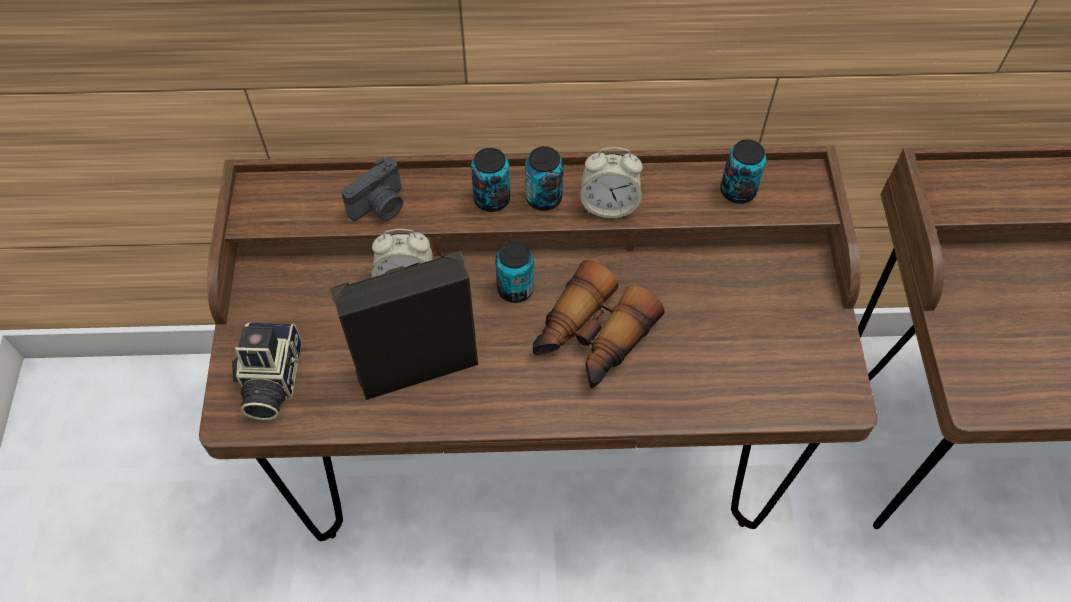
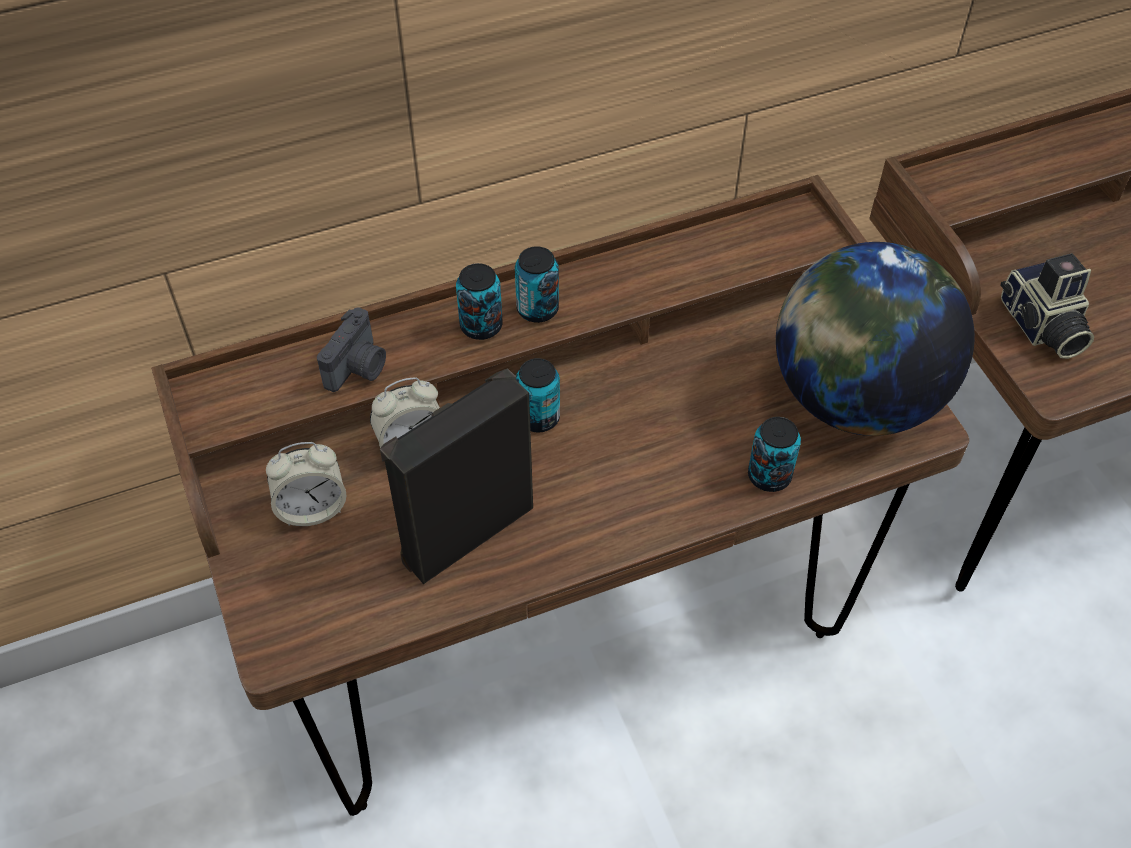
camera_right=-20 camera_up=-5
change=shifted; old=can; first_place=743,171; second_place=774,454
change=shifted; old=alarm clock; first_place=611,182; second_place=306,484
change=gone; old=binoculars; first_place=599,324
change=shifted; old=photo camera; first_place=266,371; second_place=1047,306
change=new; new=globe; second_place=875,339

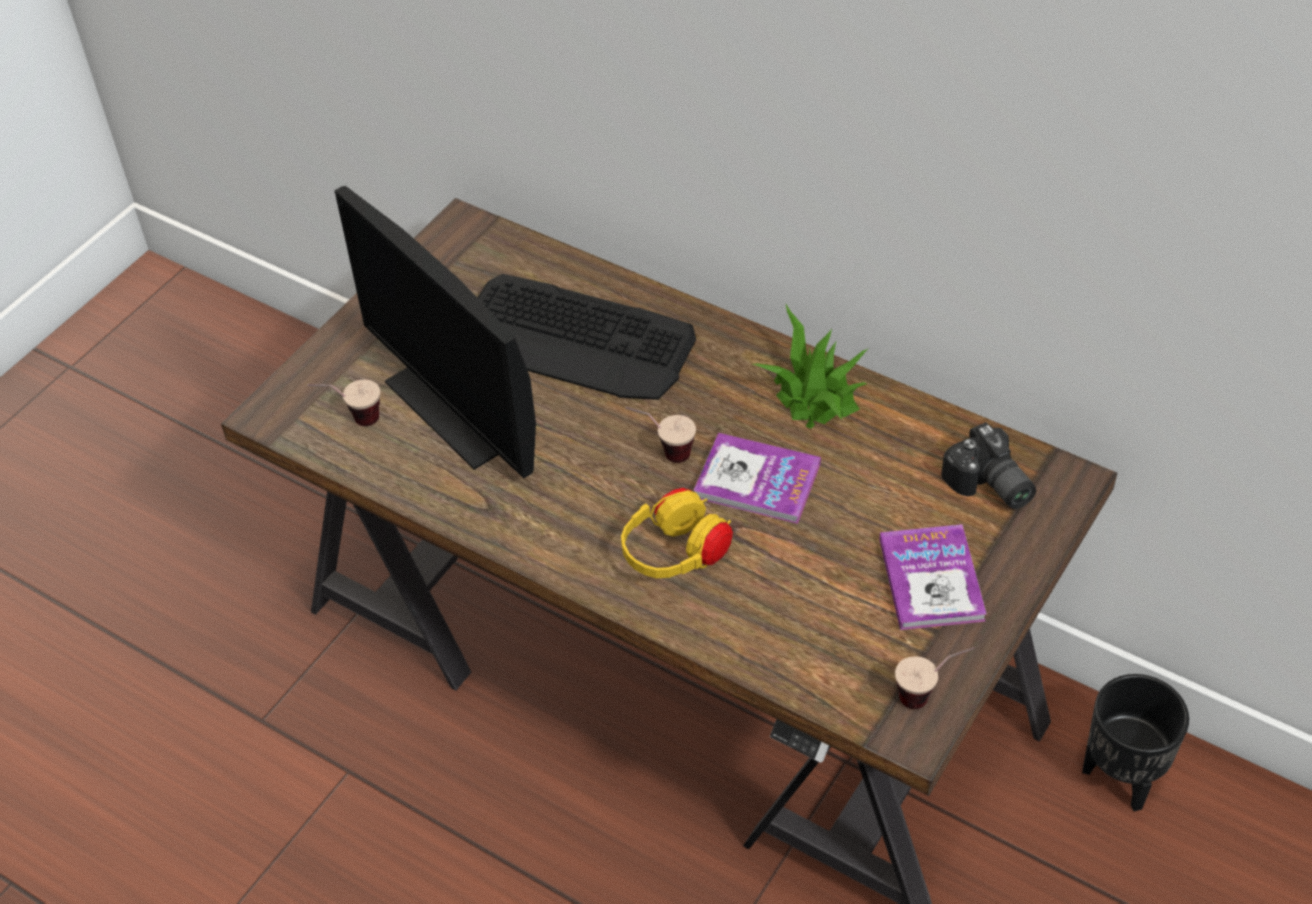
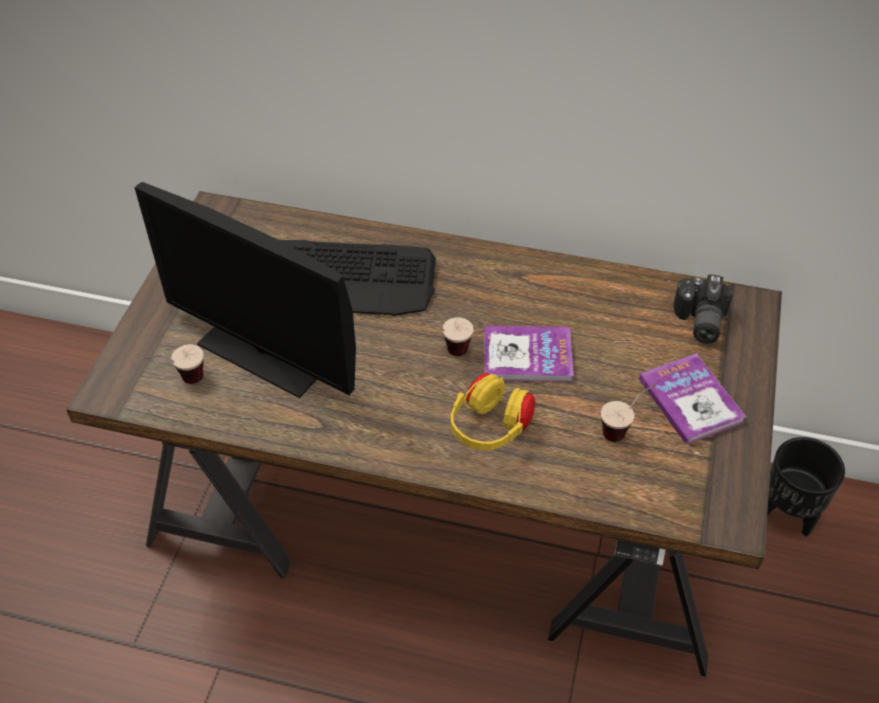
camera_right=-20 camera_up=0
change=gone; old=potted plant; first_place=810,366
change=rotated; old=photo camera; first_place=988,465; second_place=703,309; degrees=60
change=shifted; old=cup; first_place=935,678; second_place=629,412

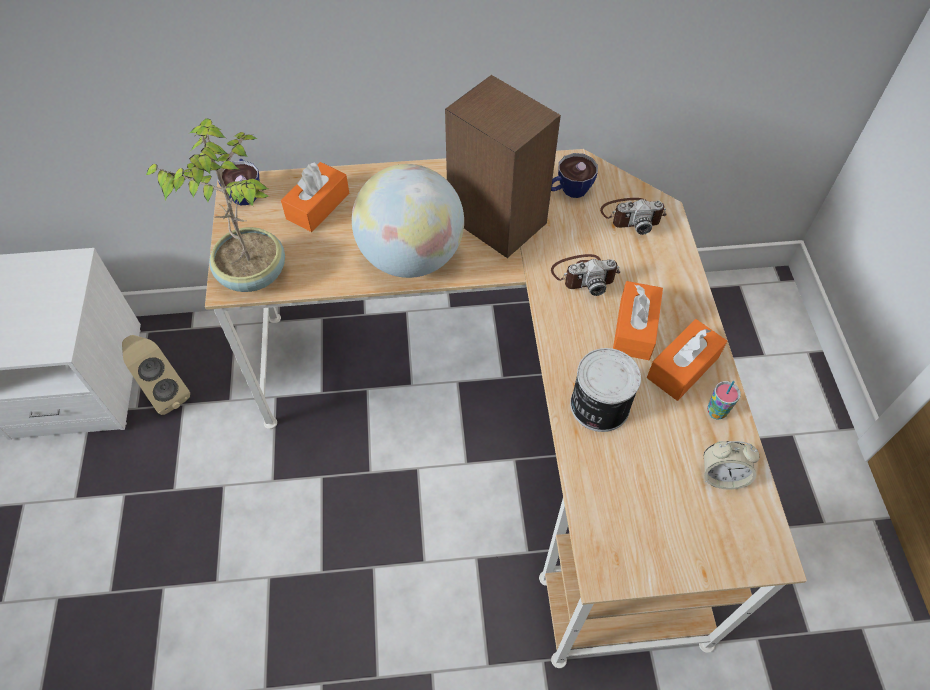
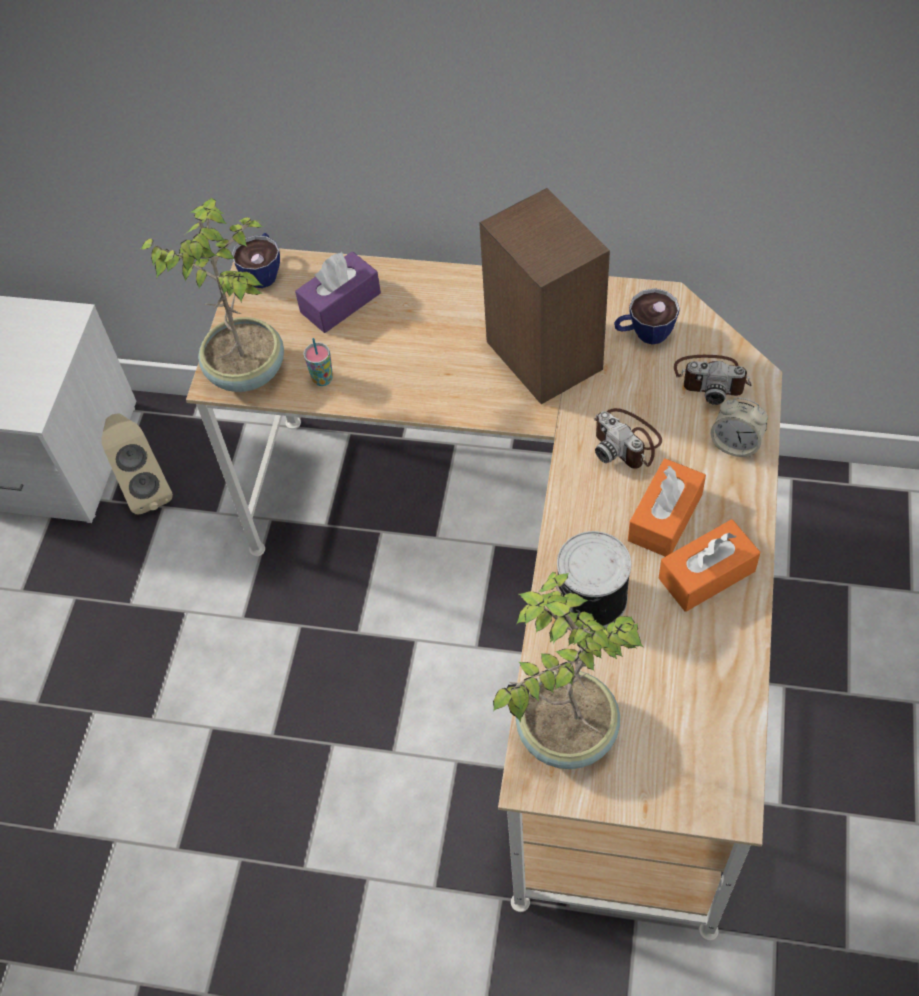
camera_right=20 camera_up=0
change=repainted; old=orange tissue box; new=purple tissue box; first_place=315,197; second_place=338,292
change=gone; old=globe; first_place=408,221
change=rotated; old=photo camera; first_place=585,275; second_place=627,438; degrees=45
change=shifted; old=cup; first_place=724,400; second_place=318,362
change=shifted; old=alarm clock; first_place=732,465; second_place=739,427
change=new; new=potted plant; second_place=568,670

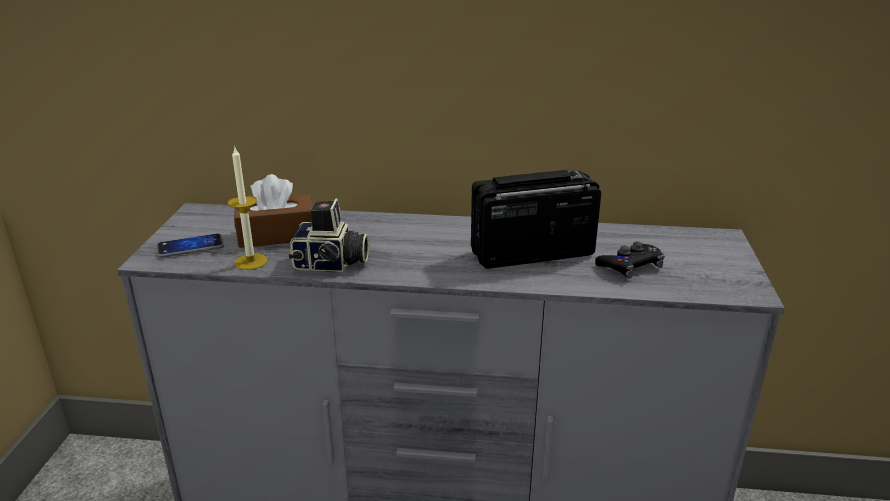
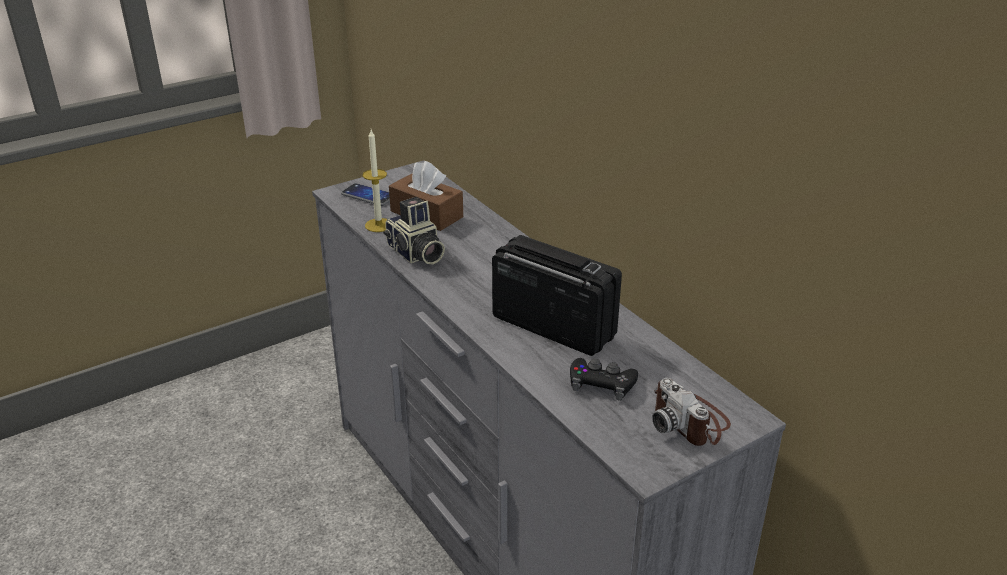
camera_right=50 camera_up=5
change=new; new=photo camera; second_place=691,412

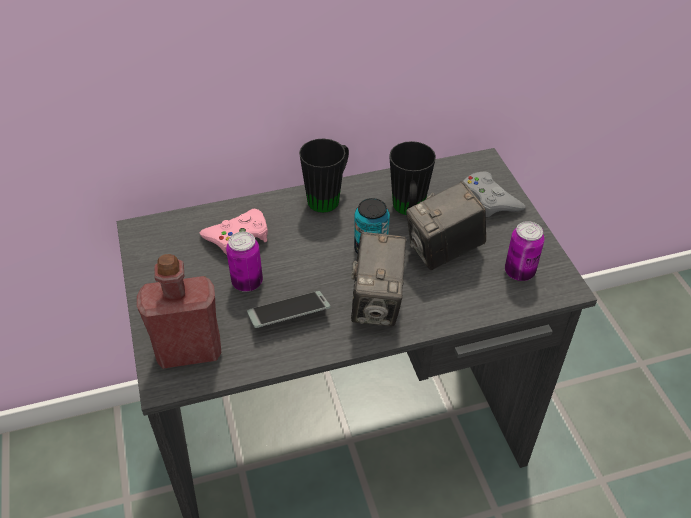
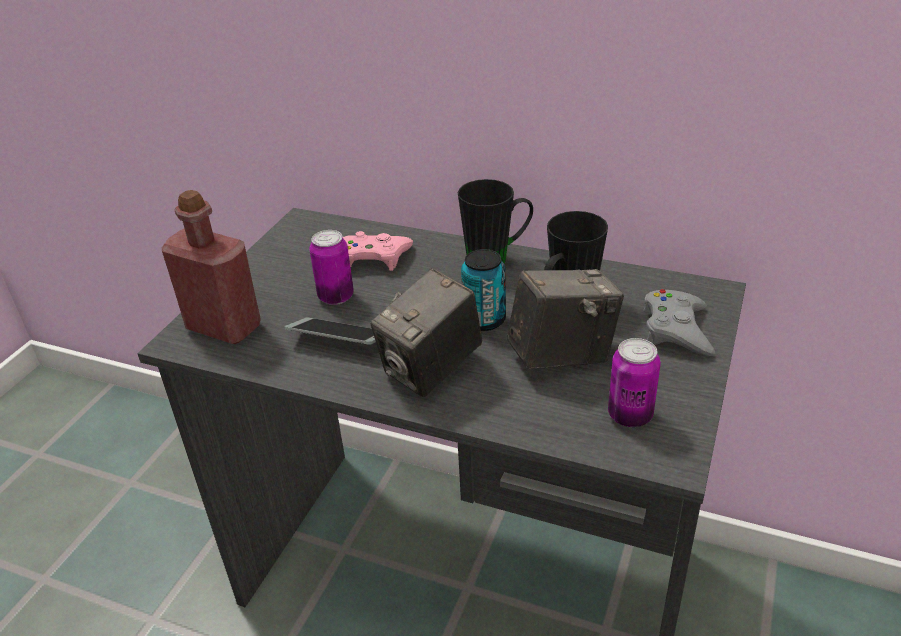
camera_right=40 camera_up=-10
change=rotated; old=photo camera; first_place=446,225; second_place=565,319; degrees=150

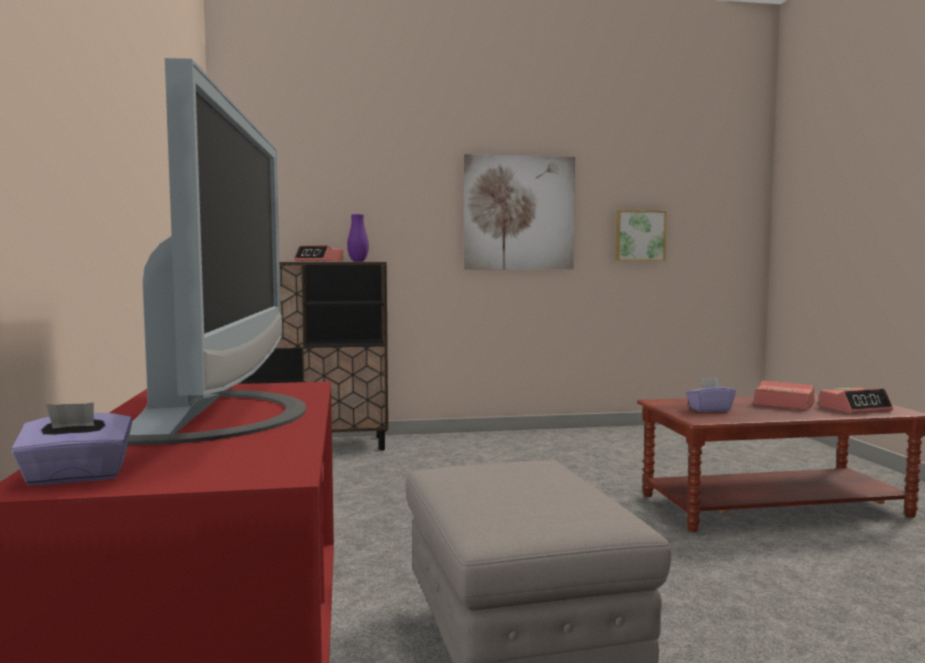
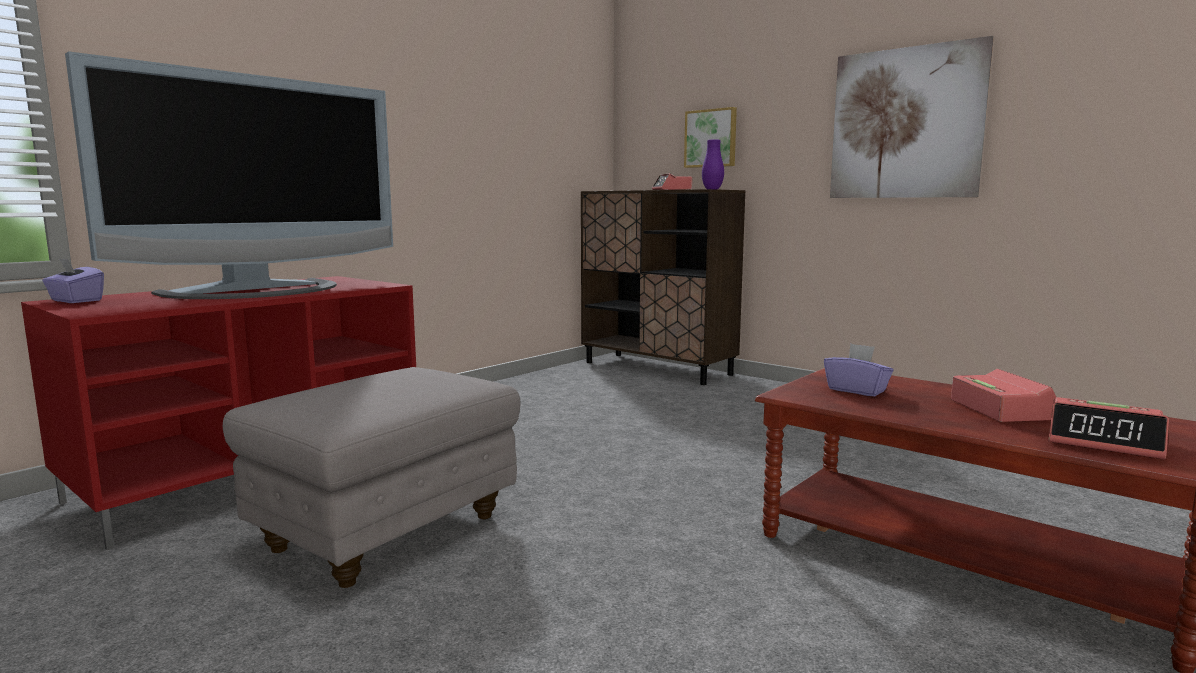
camera_right=50 camera_up=5
change=shifted; old=picture; first_place=641,235; second_place=710,137

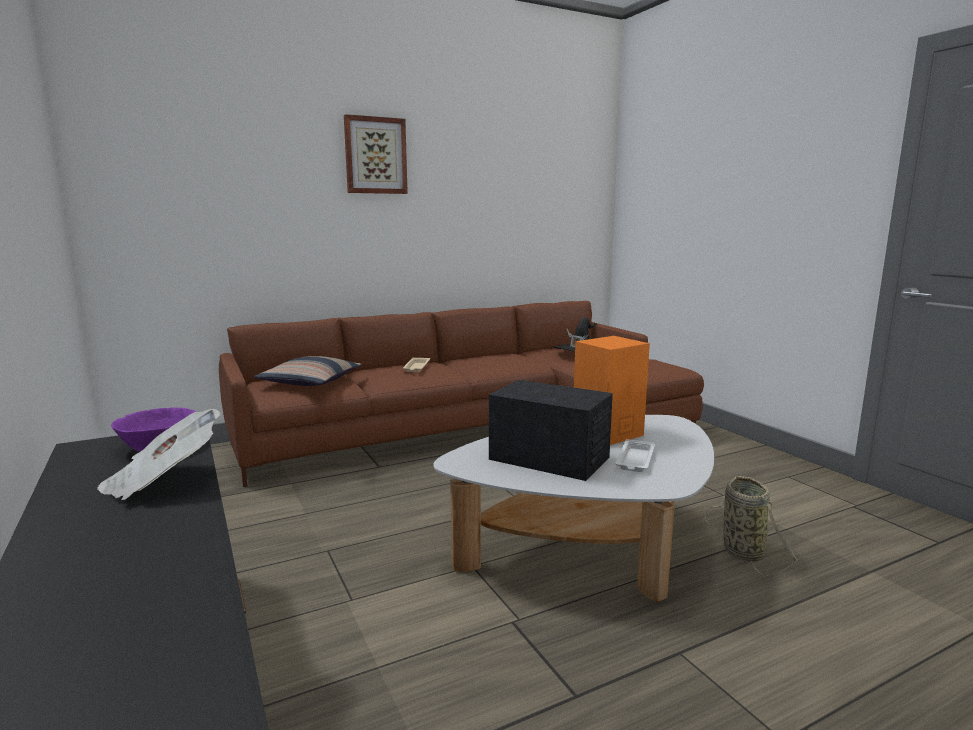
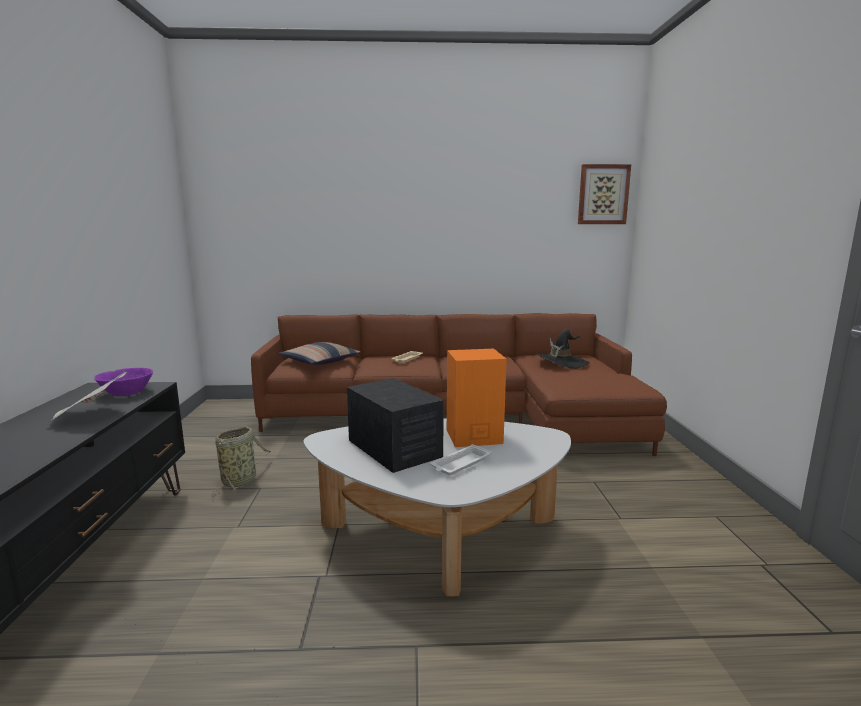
camera_right=25 camera_up=0
change=shifted; old=picture; first_place=376,154; second_place=604,194
change=shifted; old=basket; first_place=751,526; second_place=241,461

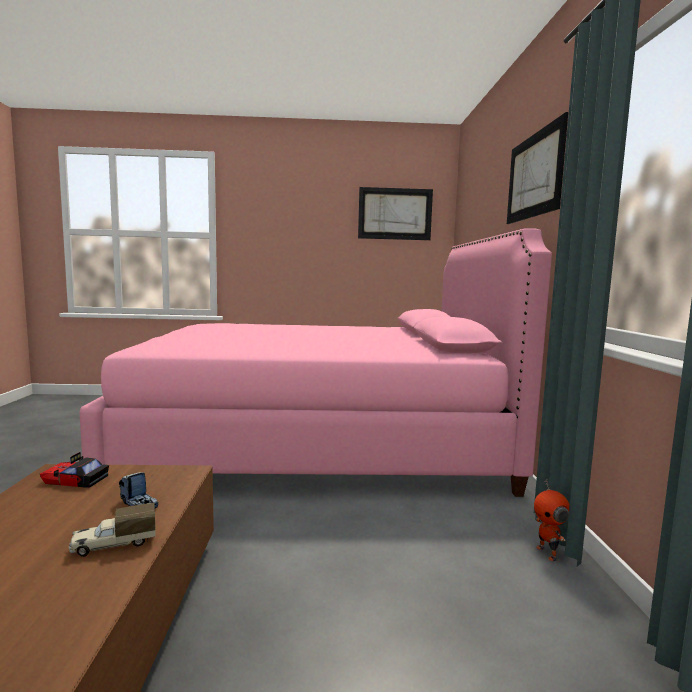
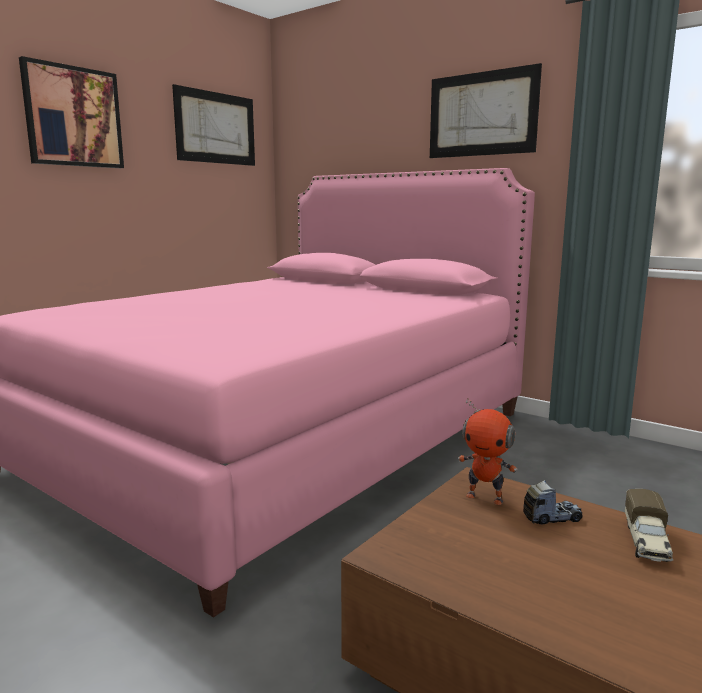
camera_right=-50 camera_up=5
change=gone; old=toy car; first_place=74,470
change=shifted; old=toy robot; first_place=551,520; second_place=487,451
change=new; new=picture; second_place=71,112

